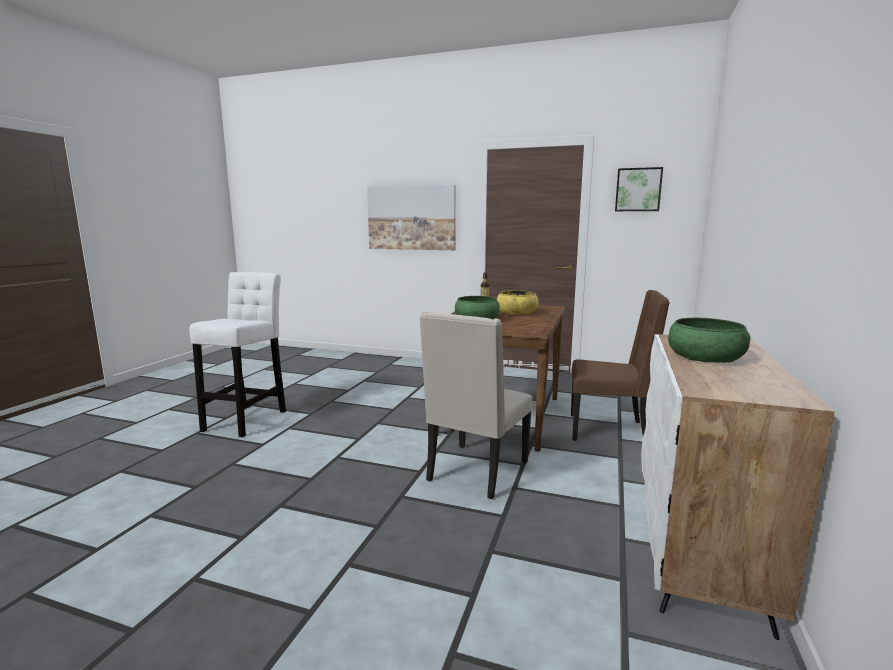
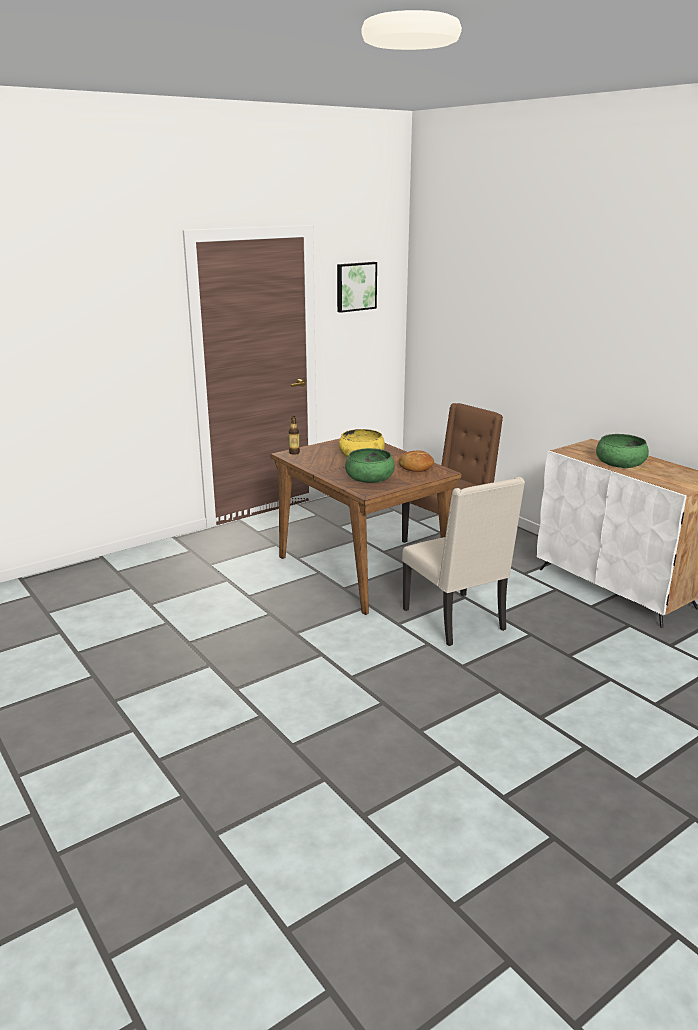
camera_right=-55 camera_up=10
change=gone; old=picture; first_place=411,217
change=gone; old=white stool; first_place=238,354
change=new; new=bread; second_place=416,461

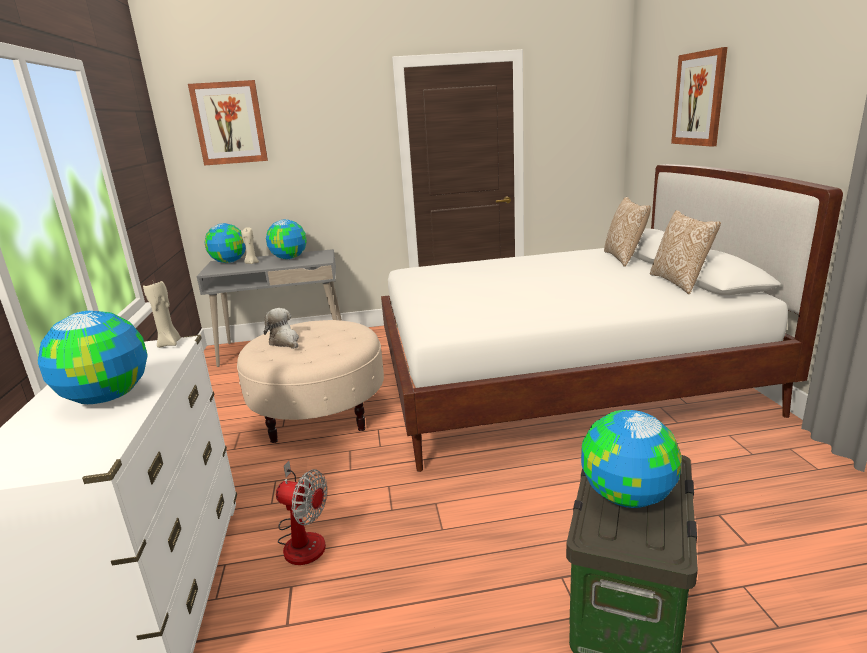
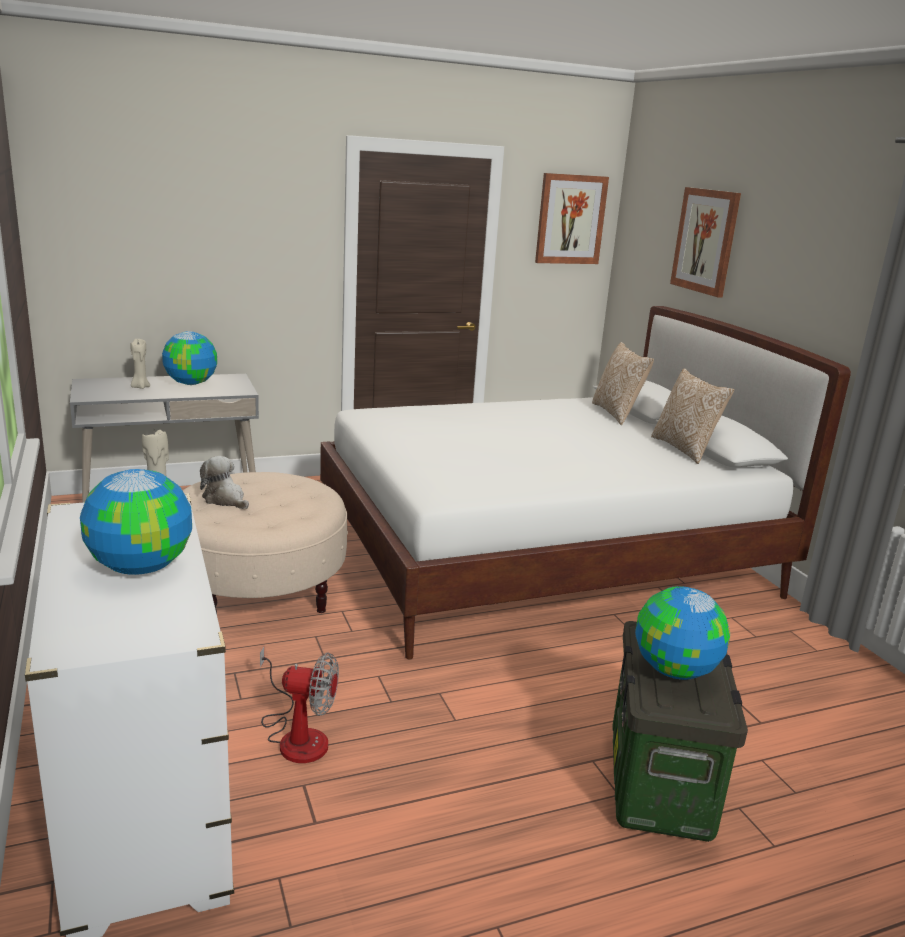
camera_right=-15 camera_up=0
change=shifted; old=picture; first_place=228,123; second_place=572,218
change=gone; old=globe; first_place=225,243

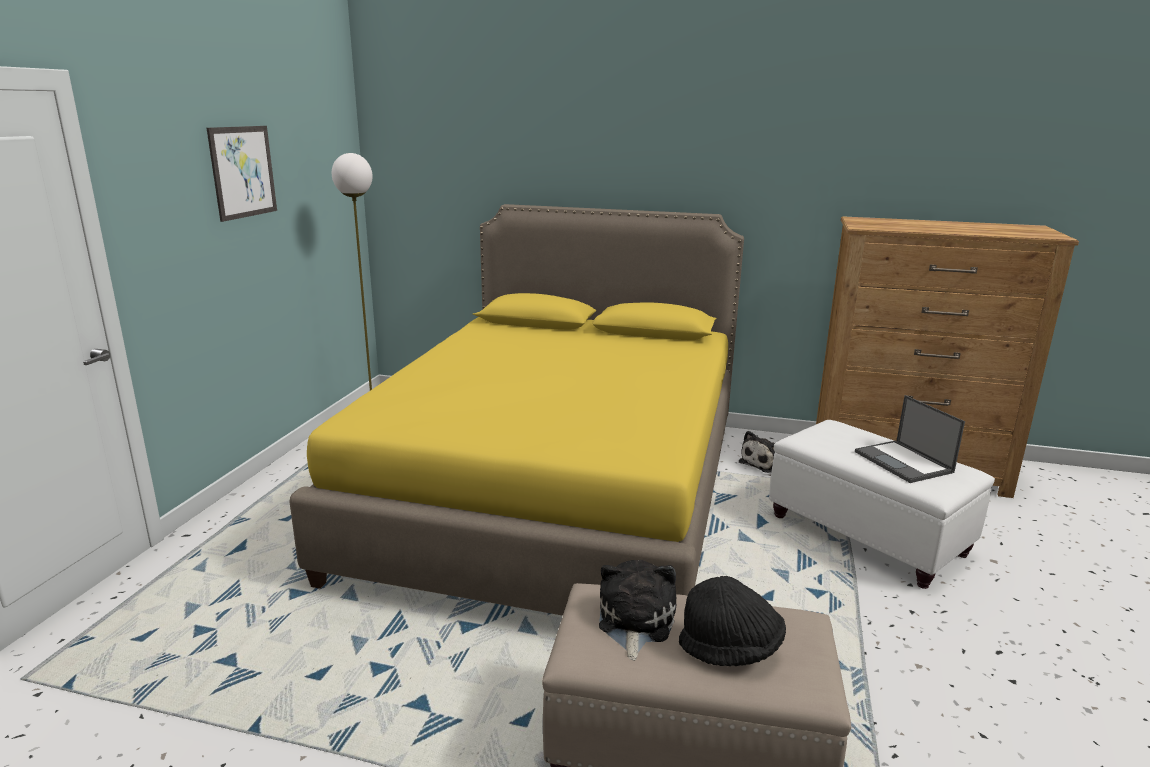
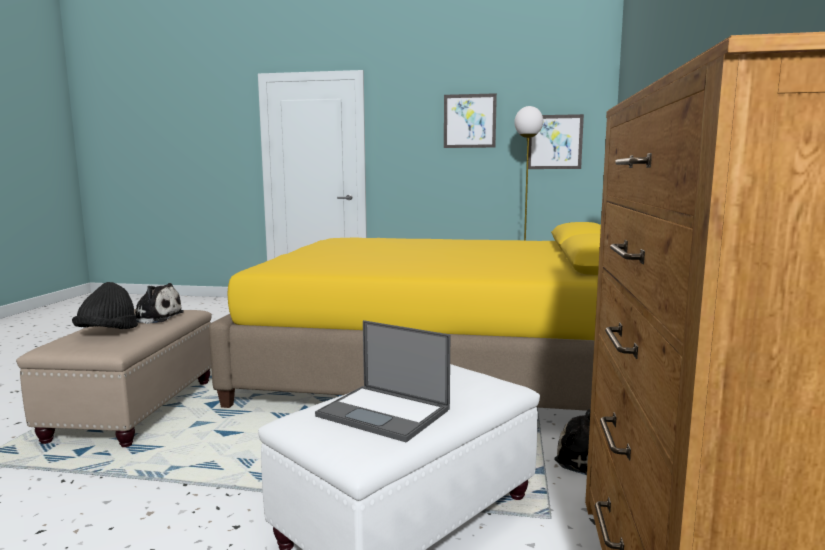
camera_right=85 camera_up=-10
change=rotated; old=laptop; first_place=910,439; second_place=382,381; degrees=-120
change=new; new=picture; second_place=556,141

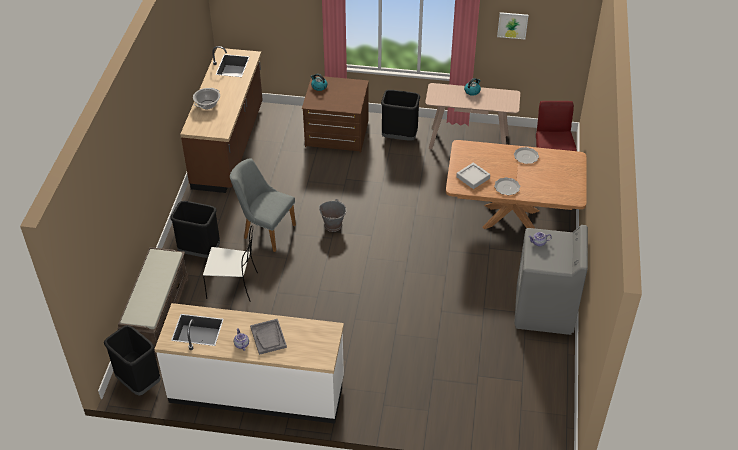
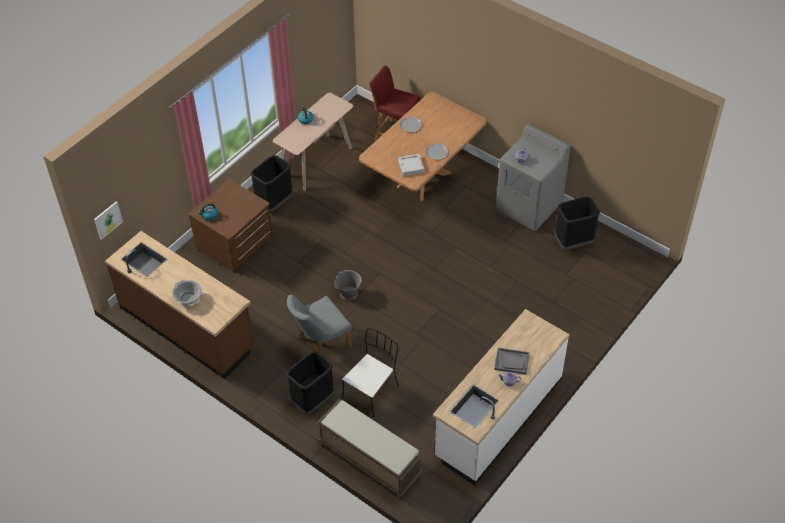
camera_right=-60 camera_up=5
change=shifted; old=picture; first_place=512,25; second_place=108,220
change=shifted; old=black trash can; first_place=132,360; second_place=577,223

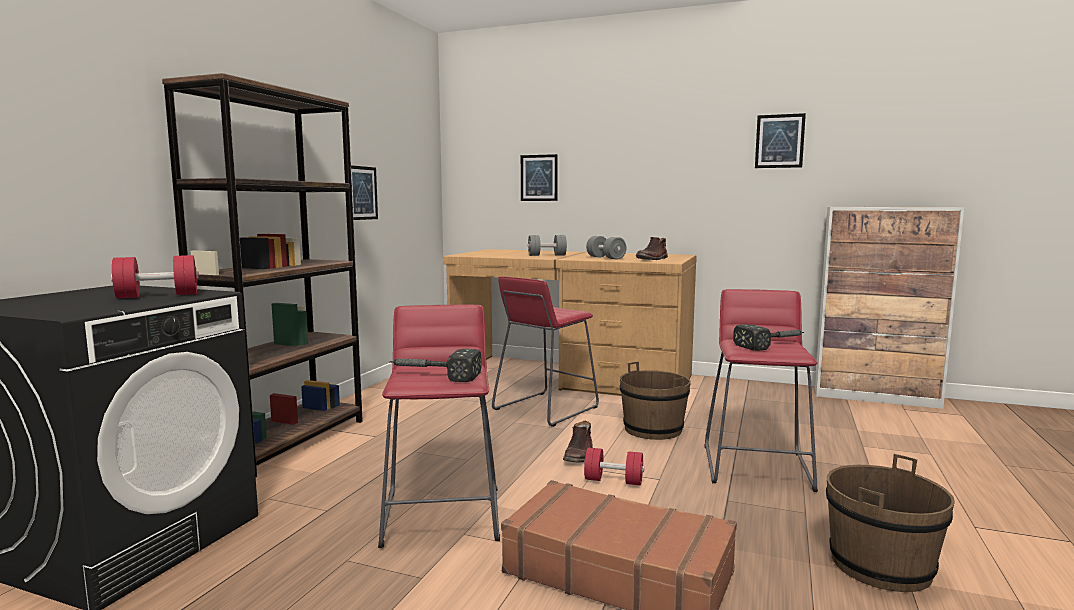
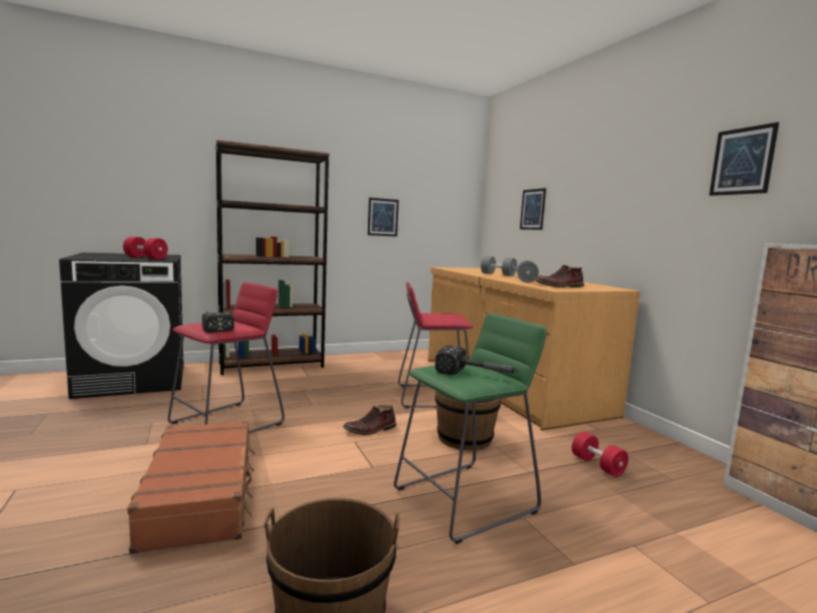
camera_right=45 camera_up=0
change=repainted; old=red stool; new=green stool; first_place=761,390; second_place=470,428
change=shifted; old=red dumbbell; first_place=614,466; second_place=600,454

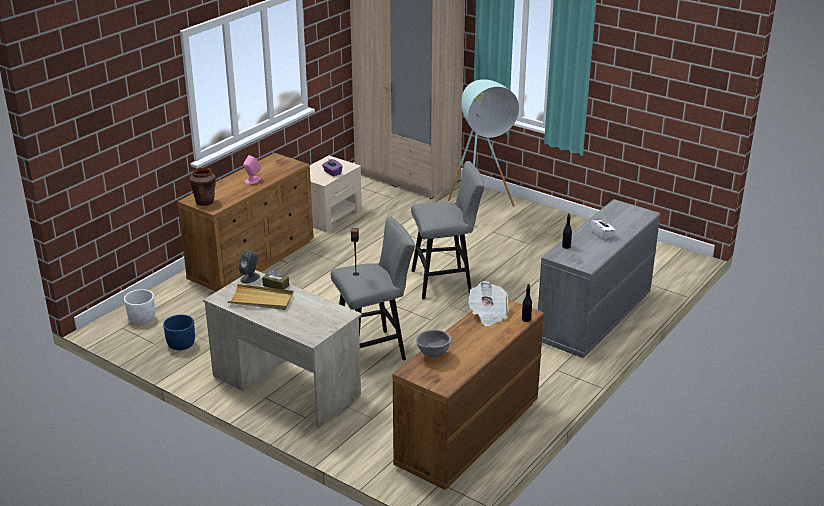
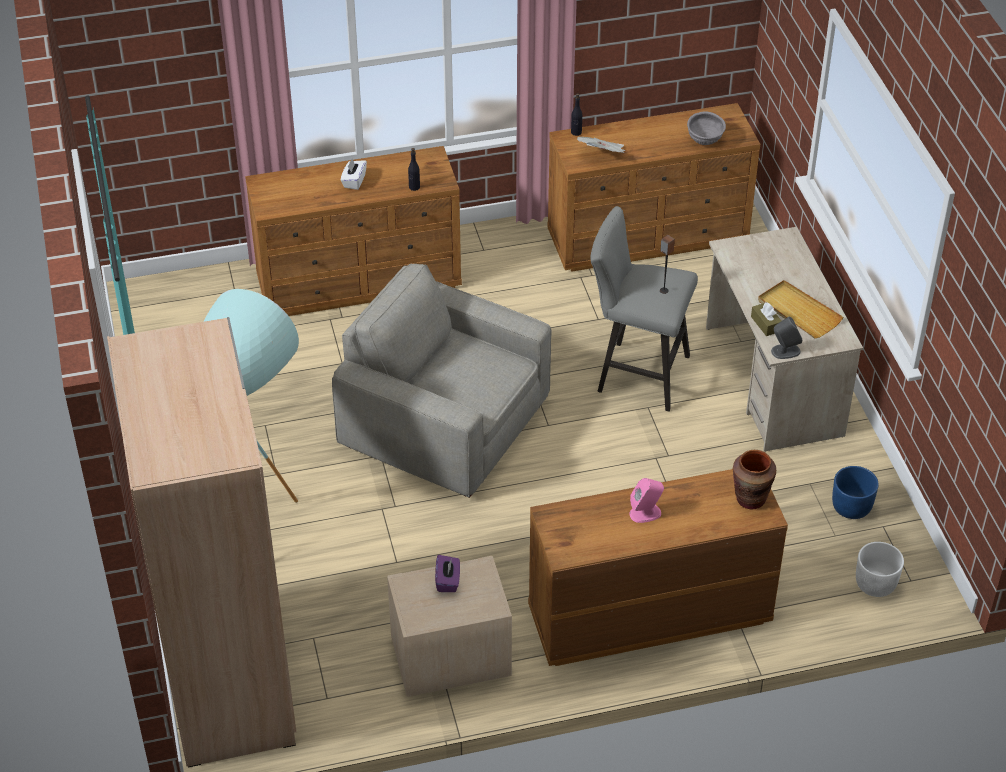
camera_right=-140 camera_up=15
change=swapped; old=grey stool; new=grey armchair; first_place=448,230; second_place=442,380
change=repainted; old=grey dresser; new=brown dresser; first_place=599,278; second_place=353,231

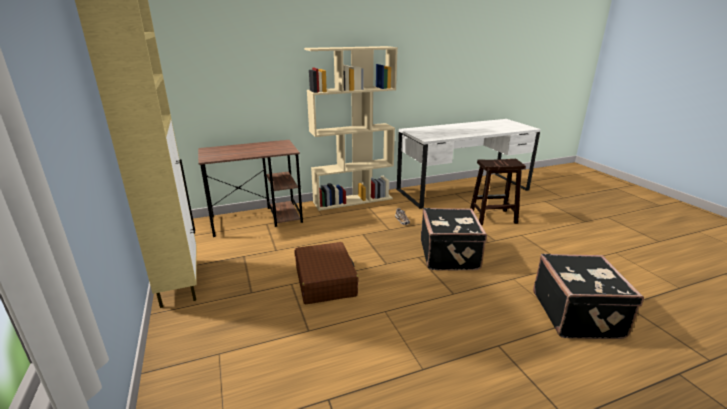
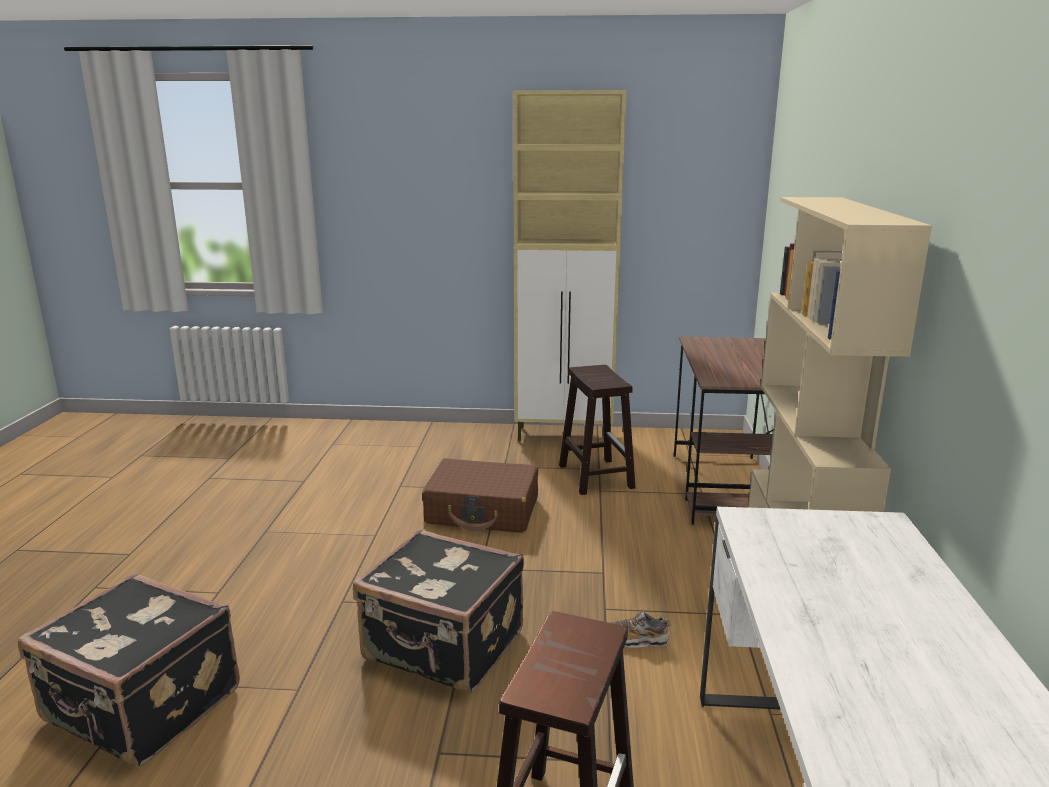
camera_right=115 camera_up=-5
change=new; new=brown stool; second_place=597,430

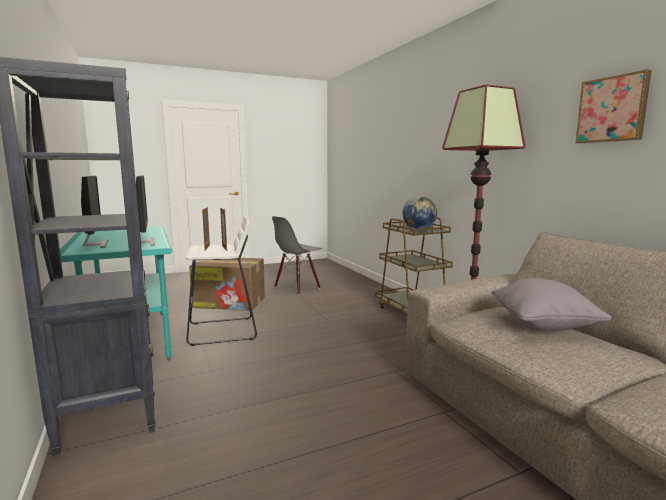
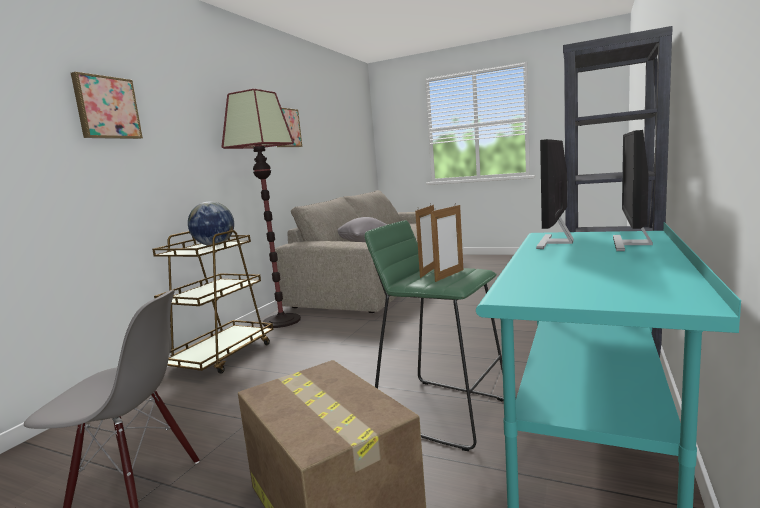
camera_right=-130 camera_up=0
change=repainted; old=white stool; new=green stool; first_place=221,280; second_place=434,335
change=new; new=picture; second_place=107,105

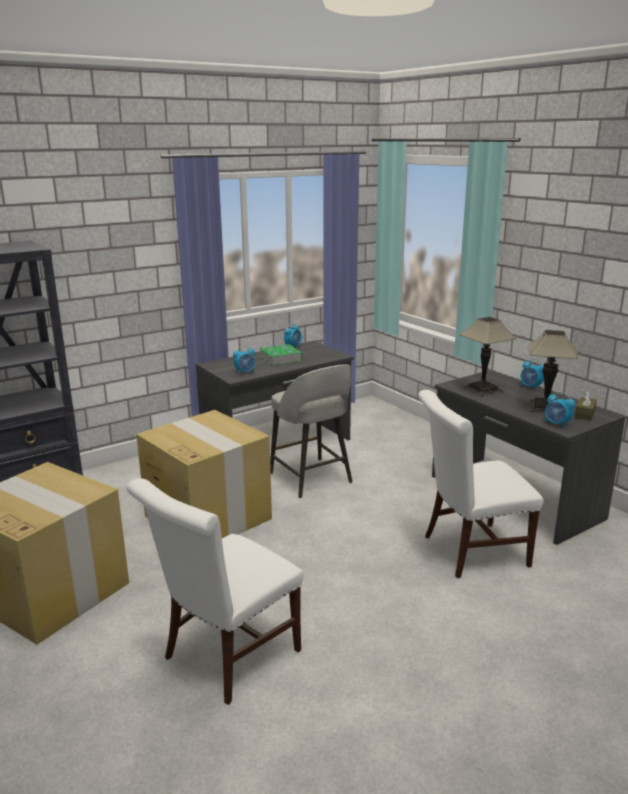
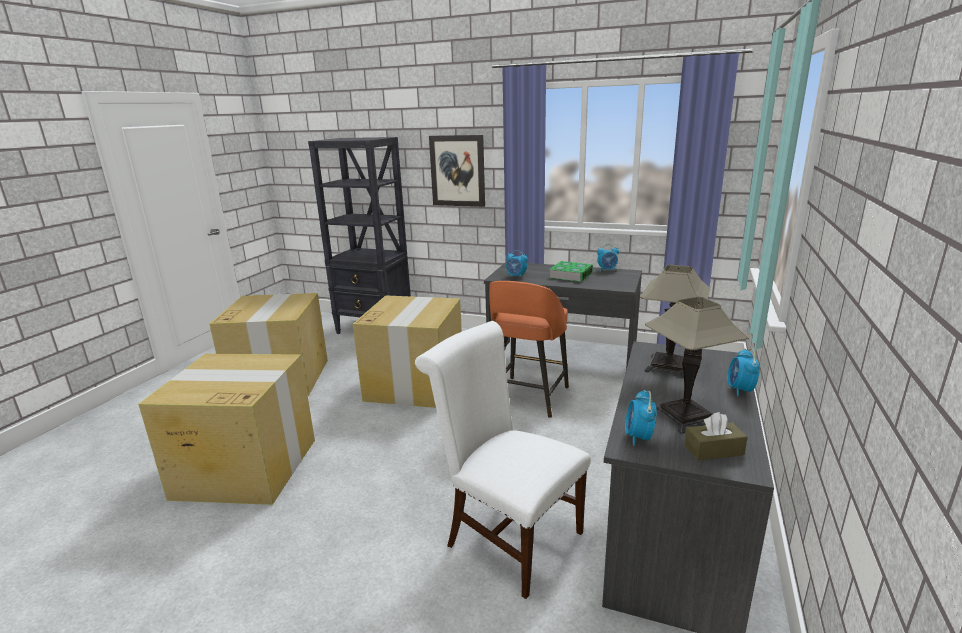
camera_right=55 camera_up=0
change=repainted; old=grey stool; new=orange stool; first_place=311,431; second_place=529,349
change=swapped; old=white chair; new=cardboard box; first_place=215,592; second_place=226,429
change=new; new=picture; second_place=457,171

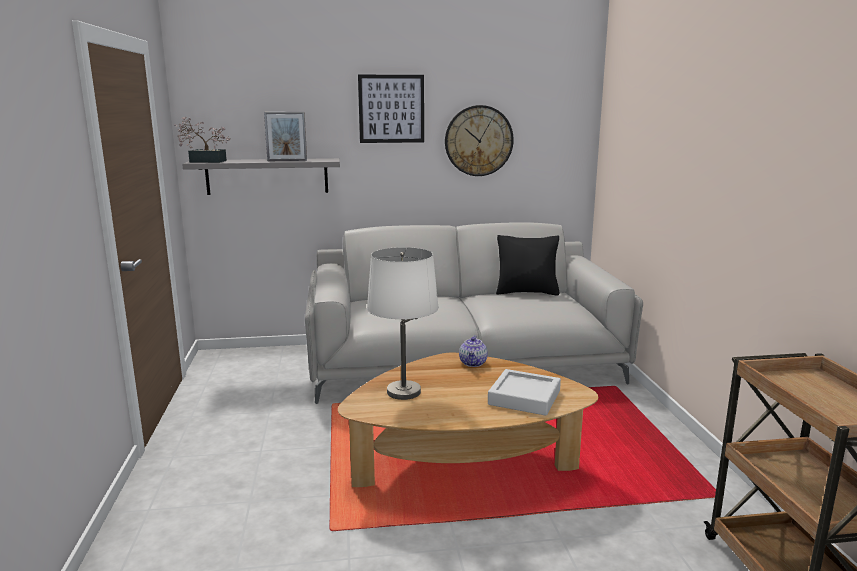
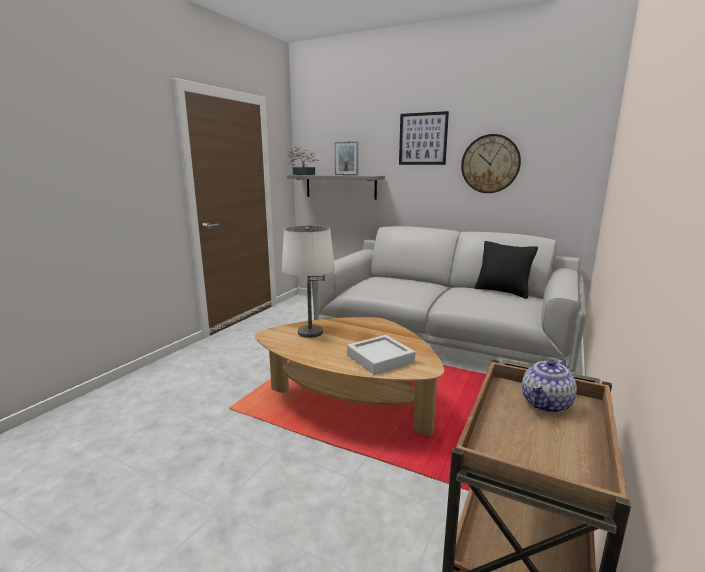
camera_right=35 camera_up=0
change=shifted; old=teapot; first_place=473,351; second_place=549,385

